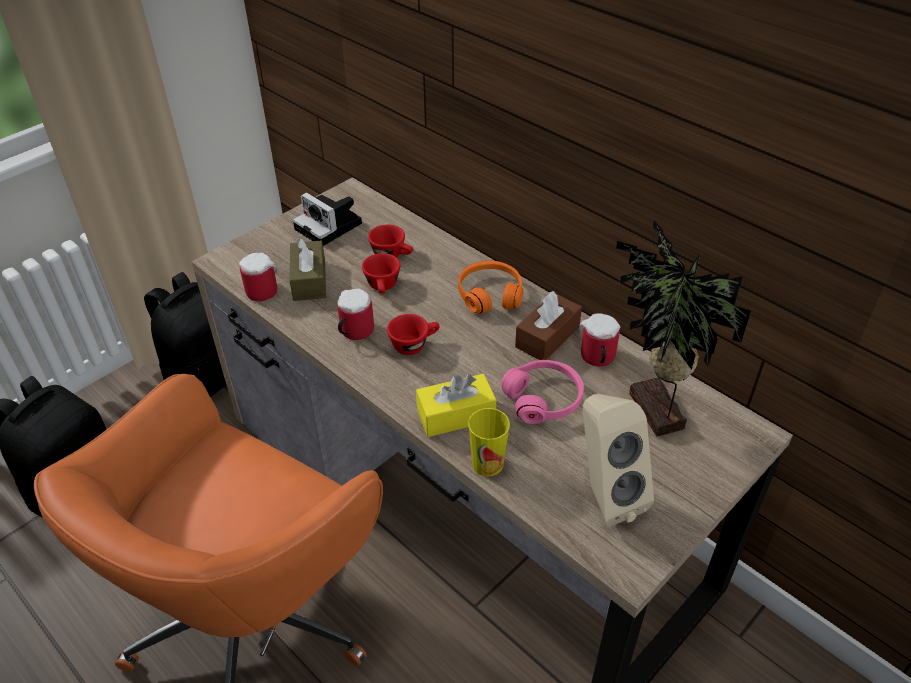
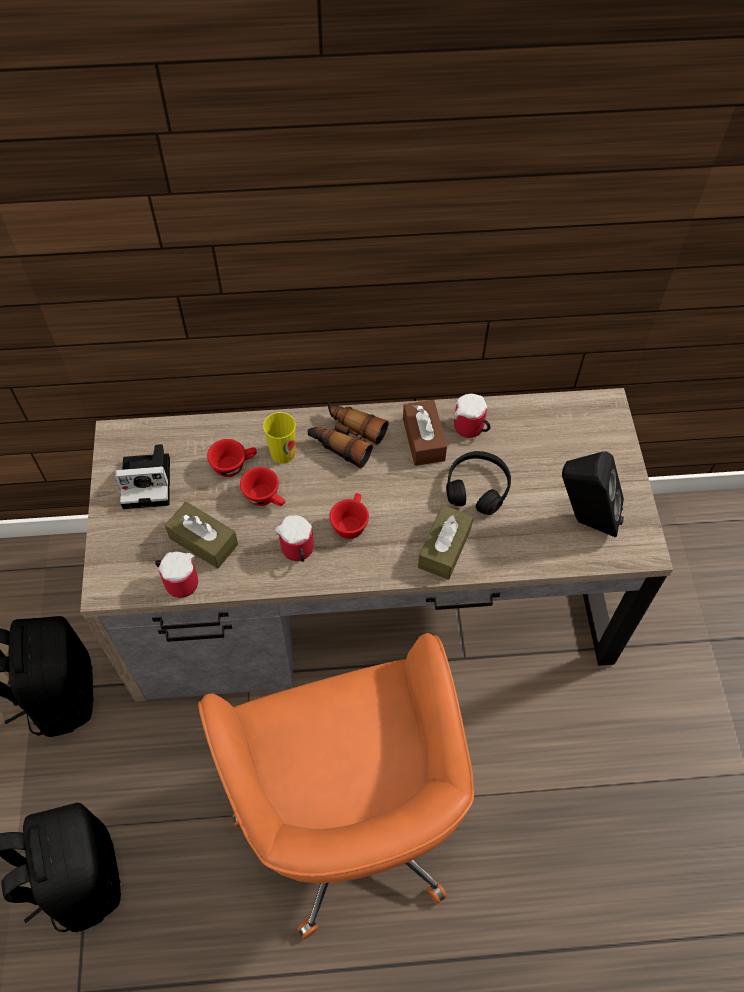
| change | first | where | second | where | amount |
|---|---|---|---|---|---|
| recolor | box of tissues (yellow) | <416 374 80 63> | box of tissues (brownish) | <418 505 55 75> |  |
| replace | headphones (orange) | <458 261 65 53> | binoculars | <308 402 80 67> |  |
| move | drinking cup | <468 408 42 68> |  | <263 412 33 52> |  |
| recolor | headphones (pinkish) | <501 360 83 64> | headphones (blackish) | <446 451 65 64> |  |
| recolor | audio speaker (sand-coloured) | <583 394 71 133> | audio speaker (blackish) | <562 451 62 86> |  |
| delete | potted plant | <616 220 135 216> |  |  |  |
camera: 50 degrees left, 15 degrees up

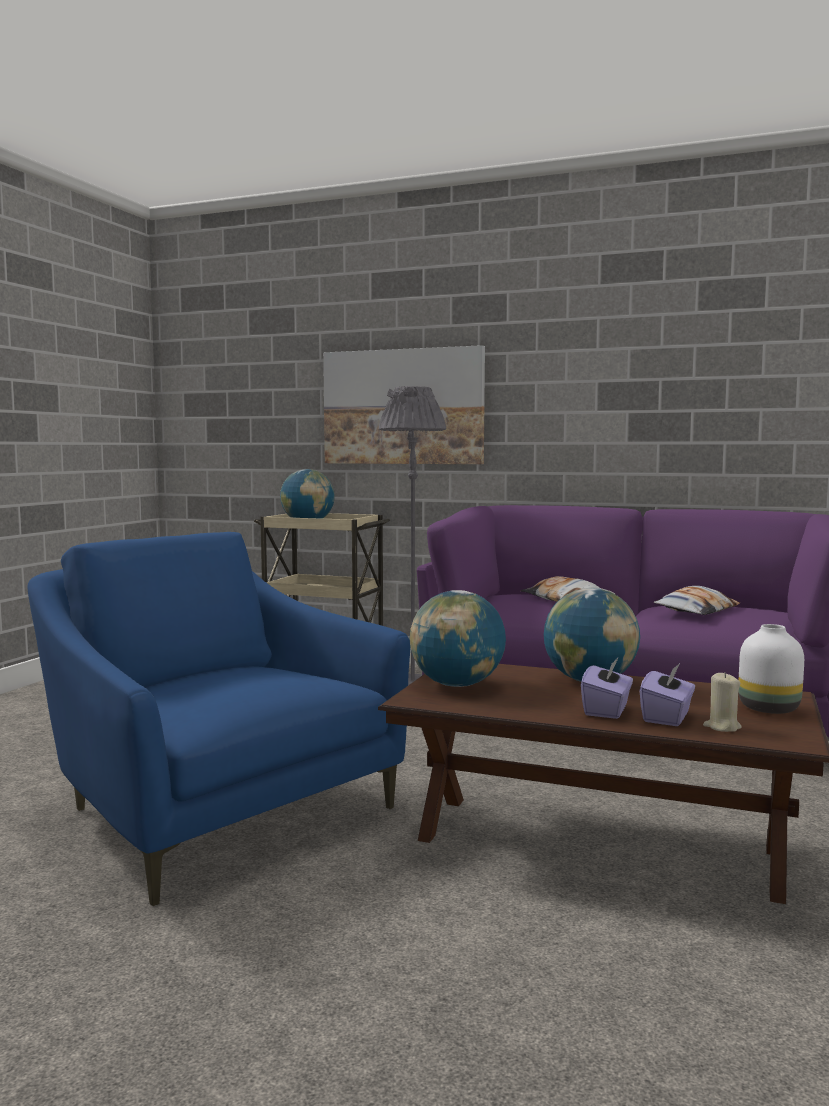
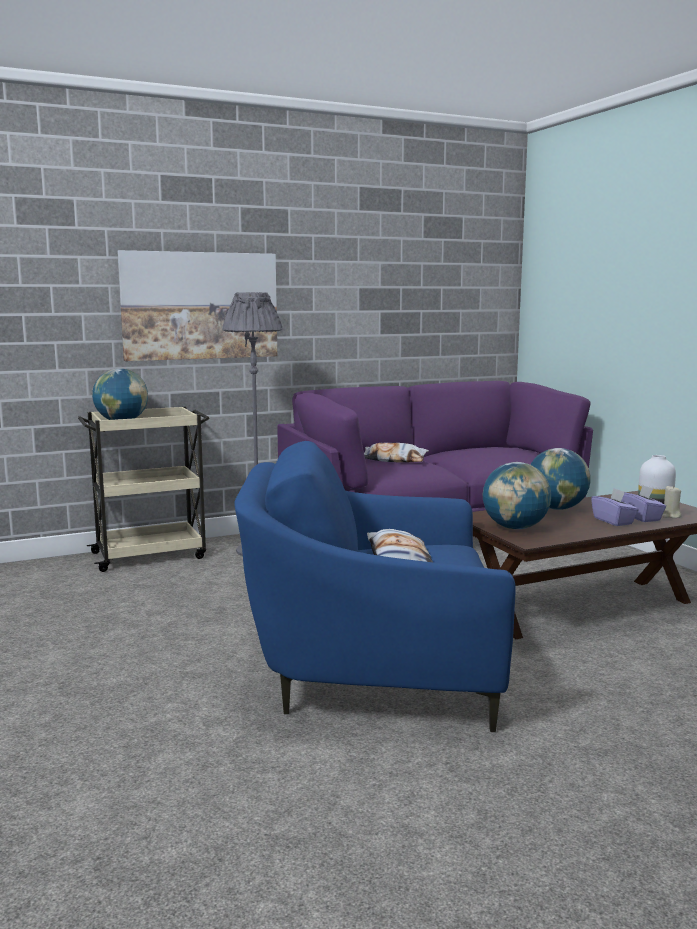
| change | first | where | second | where | amount |
|---|---|---|---|---|---|
| move | throw pillow | <654 586 86 29> |  | <367 529 66 33> |  |
camera: 45 degrees left, 5 degrees up

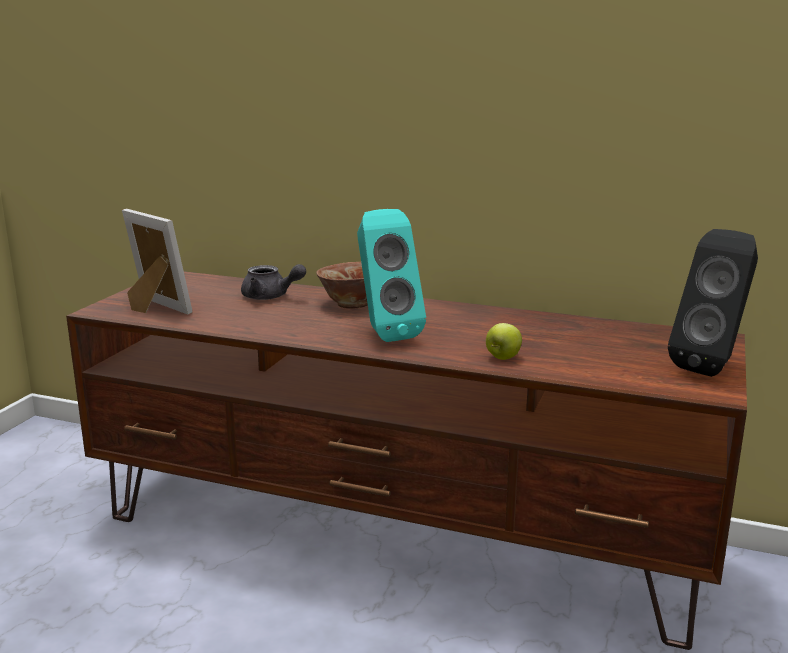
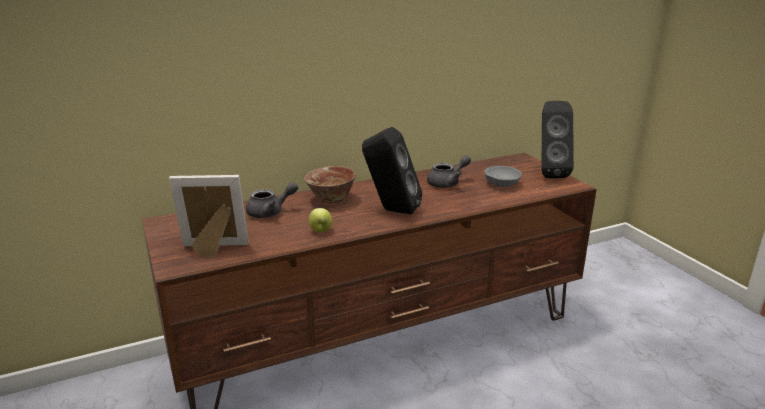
| change | first | where | second | where | amount |
|---|---|---|---|---|---|
| recolor | audio speaker (blue-green) | <357 209 69 133> | audio speaker (blackish) | <362 127 60 88> |  |
| move | whole apple | <486 323 36 37> |  | <309 208 23 25> |  |
| insert |  |  | teapot (grey) | <427 155 44 33> |  |
| insert |  |  | bowl (grey) | <484 166 38 21> |  |
camera: 45 degrees left, 5 degrees up

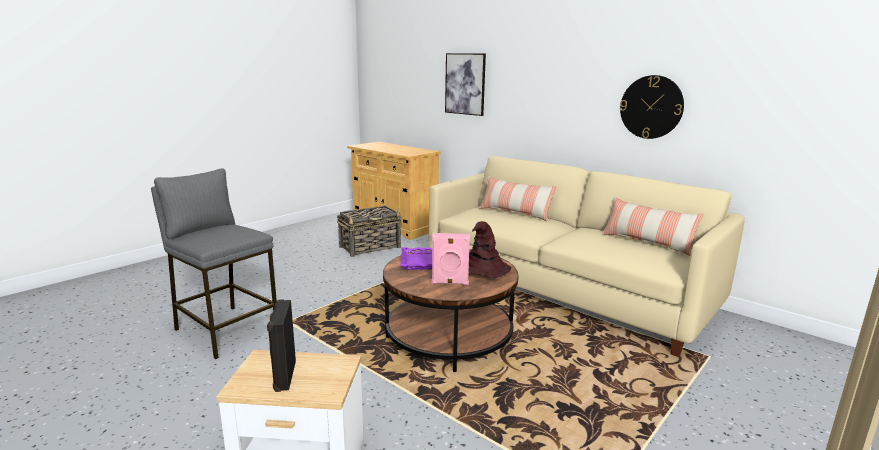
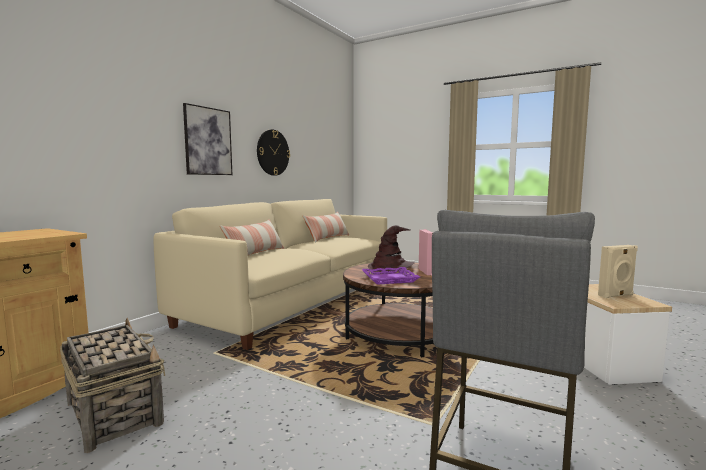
| change | first | where | second | where | amount |
|---|---|---|---|---|---|
| recolor | audio speaker (blackish) | <267 299 29 93> | audio speaker (sand-coloured) | <598 245 40 53> |  |
| move | wall art | <445 53 41 63> |  | <183 103 49 72> |  |
camera: 100 degrees left, 10 degrees down

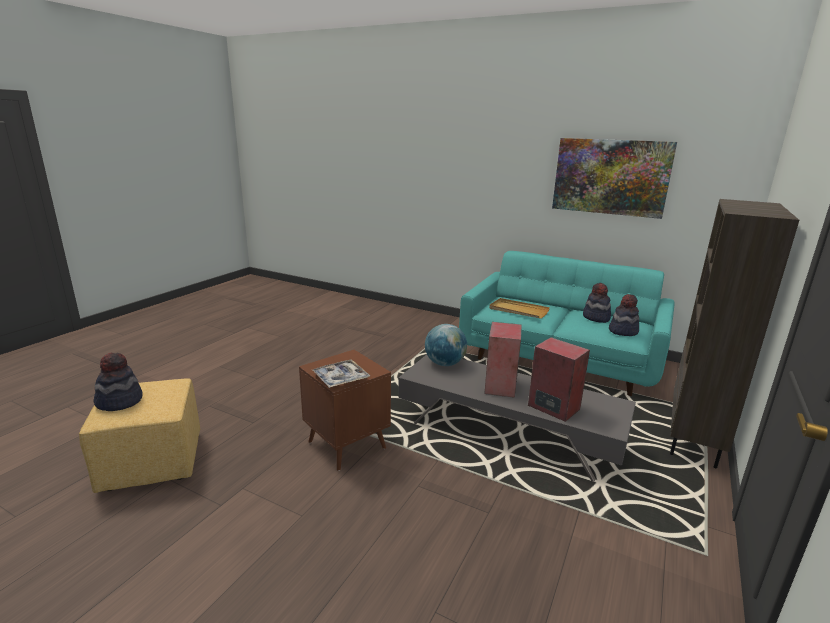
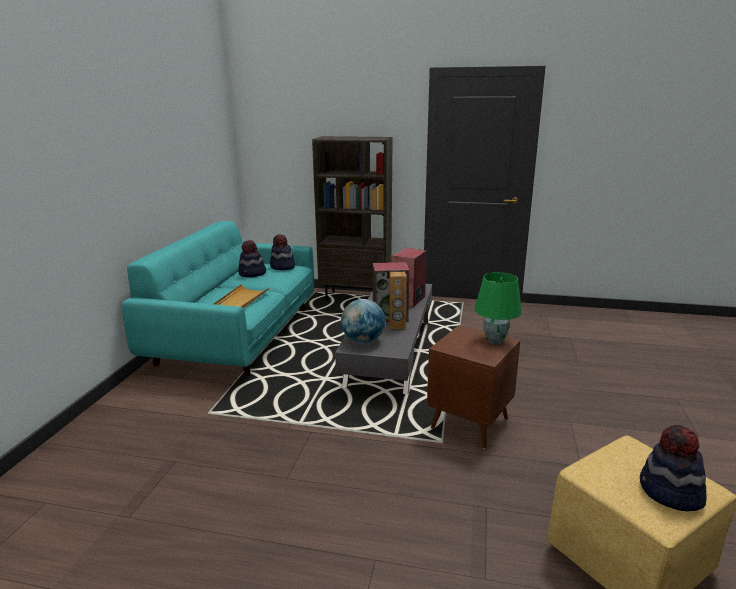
| change | first | where | second | where | amount |
|---|---|---|---|---|---|
| replace | tray | <313 359 57 29> | lamp for a table (green) | <474 272 48 73> |  |
| delete | wall art | <552 138 125 81> |  |  |  |
| insert |  |  | audio speaker (brownish) | <389 272 17 57> |  |
camera: 105 degrees left, 0 degrees up

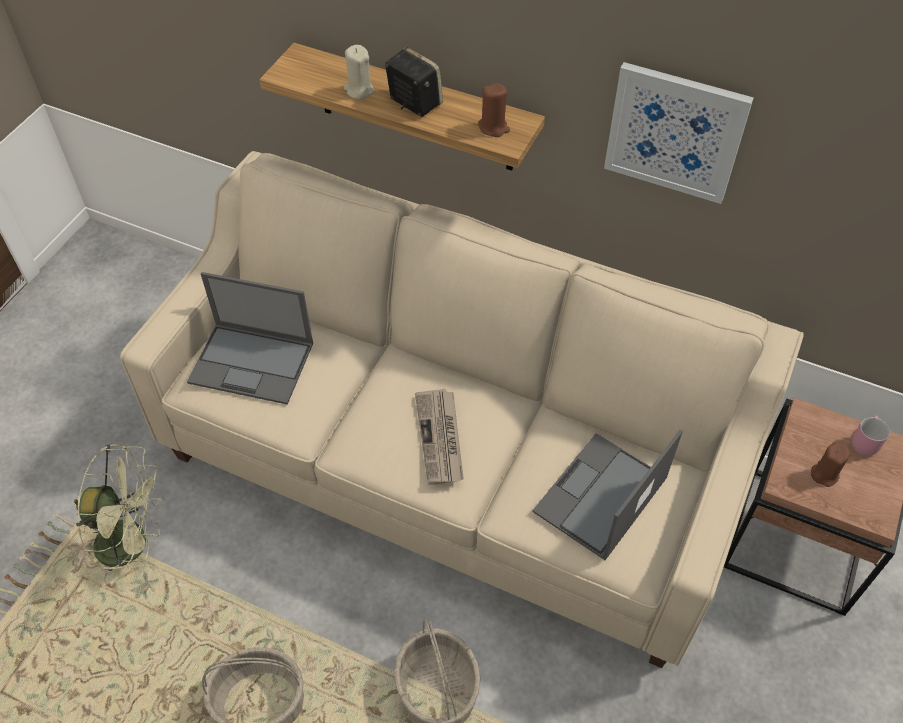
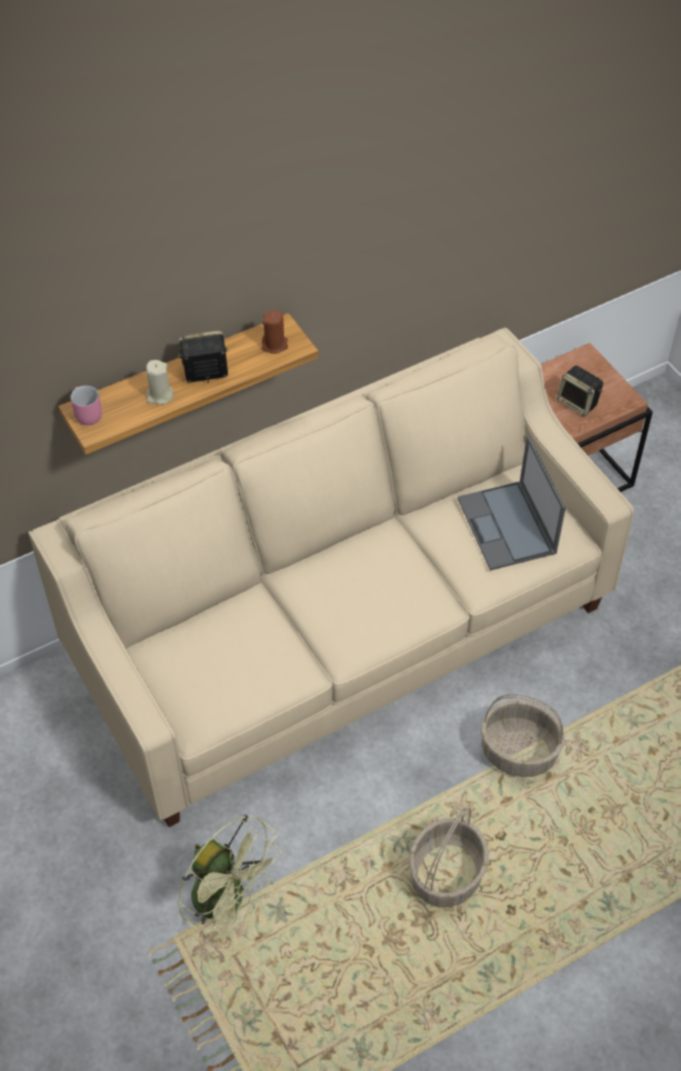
| change | first | where | second | where | amount |
|---|---|---|---|---|---|
| rotate | cooling fan (green) | <74 444 91 127> |  | <178 815 104 118> | 90 degrees clockwise |
| delete | portable computer | <187 272 126 133> |  |  |  |
| delete | printed paper | <415 389 49 96> |  |  |  |
| delete | wall art | <604 62 150 142> |  |  |  |
| replace | candle (brownish) | <811 442 39 45> | audio speaker | <557 366 46 51> |  |
| move | coffee mug (pinkish) | <852 416 38 40> |  | <71 386 31 39> |  |
camera: 55 degrees left, 0 degrees up

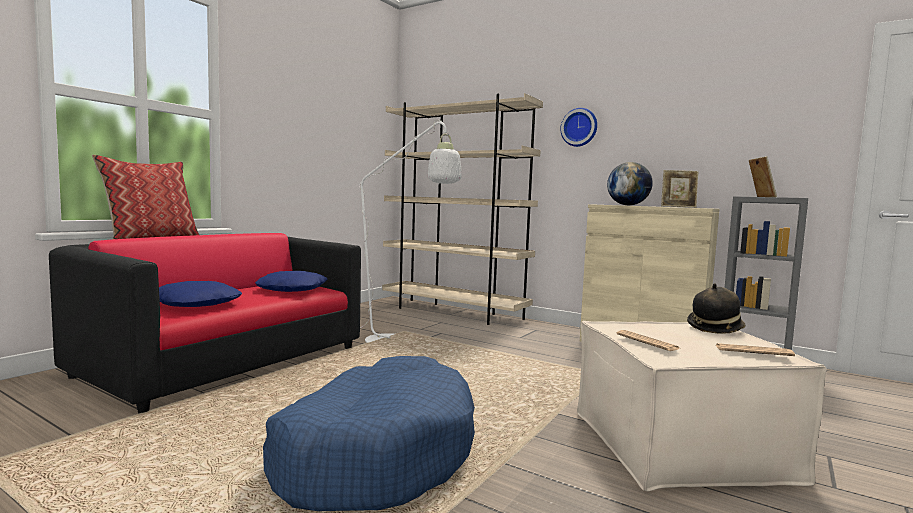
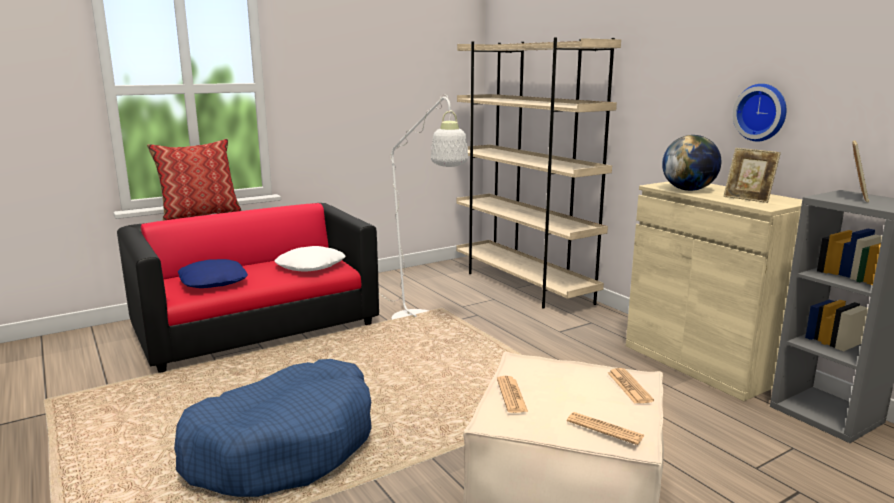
| change | first | where | second | where | amount |
|---|---|---|---|---|---|
| recolor | throw pillow (blue-coloured) | <255 271 73 21> | throw pillow (white) | <274 246 72 26> |  |
| move | clock on the wall | <560 108 37 39> |  | <733 84 53 57> |  |
| replace | clothing hat | <687 283 59 51> | printed paper | <608 368 46 36> |  |
camera: 25 degrees right, 10 degrees up

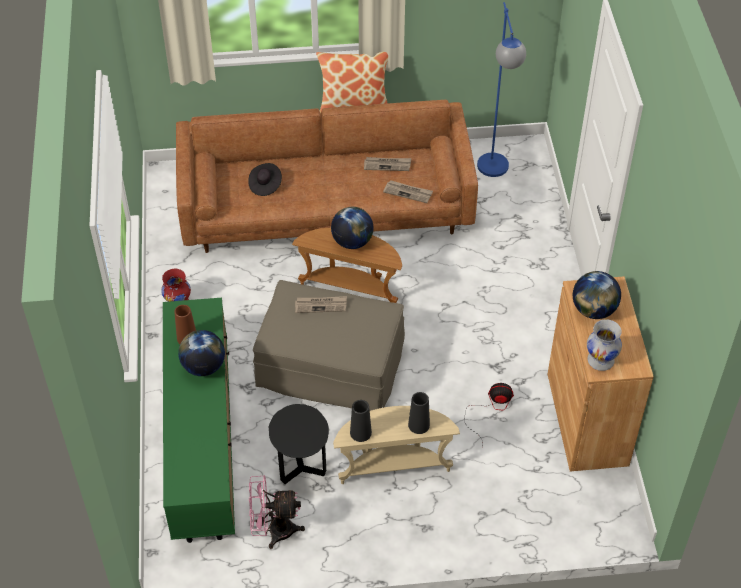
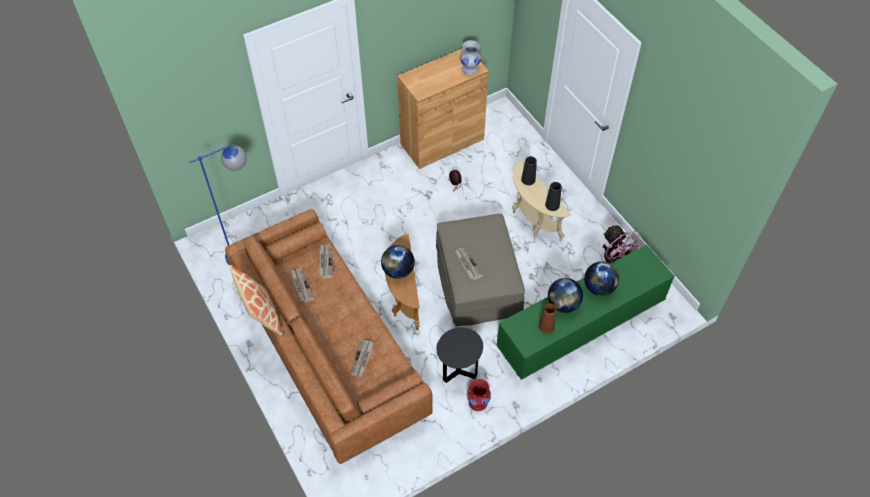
| change | first | where | second | where | amount |
|---|---|---|---|---|---|
| replace | clothing hat (blackish) | <248 163 34 33> | printed paper | <350 339 24 38> |  |
| move | accent table (blackish) | <269 404 60 80> |  | <436 327 47 56> |  |
| move | world globe | <573 271 48 48> |  | <584 261 35 35> |  |
camera: 115 degrees left, 5 degrees up

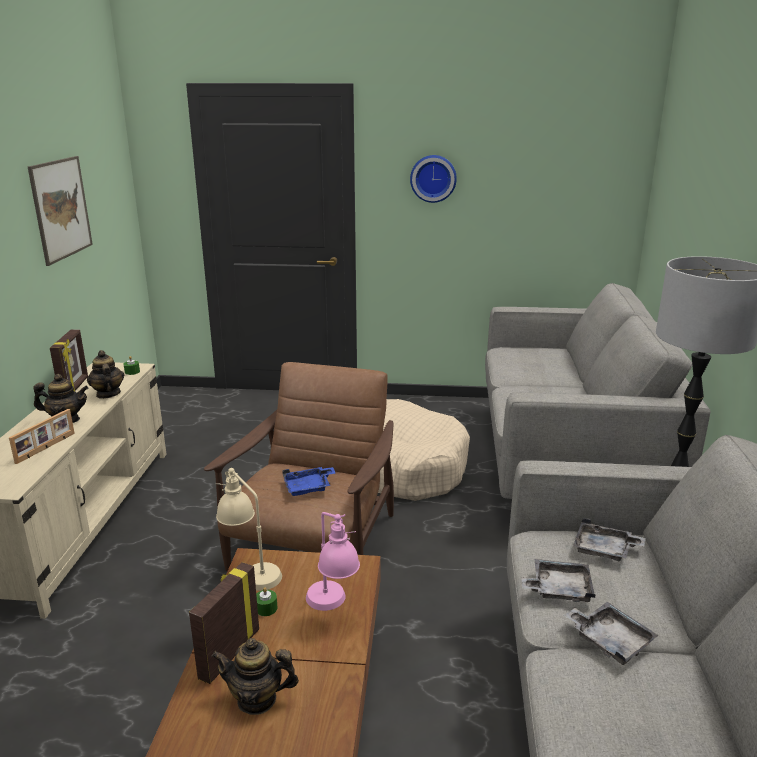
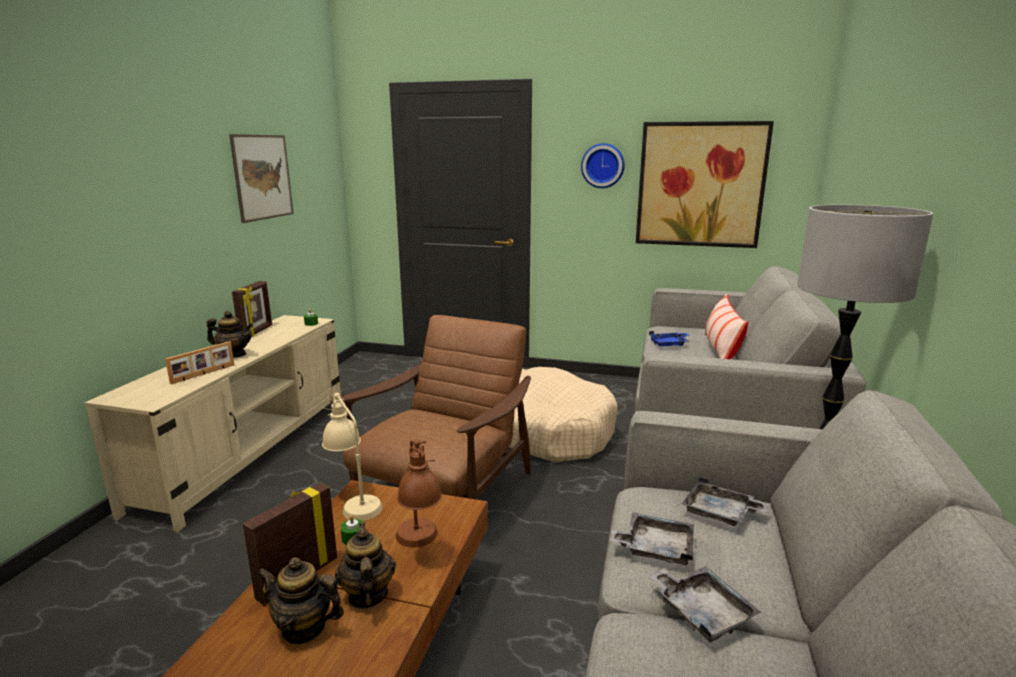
| change | first | where | second | where | amount |
|---|---|---|---|---|---|
| move | teapot | <87 350 37 49> |  | <335 523 61 86> |  |
| move | tray (blue-coloured) | <282 467 54 29> |  | <649 331 40 16> |  |
| recolor | lamp for a table (pinkish) | <306 512 54 99> | lamp for a table (brownish) | <396 439 46 108> |  |
| insert |  |  | wall art | <636 121 138 127> |  |
| insert |  |  | throw pillow | <705 294 43 65> |  |
camera: 10 degrees right, 5 degrees down

